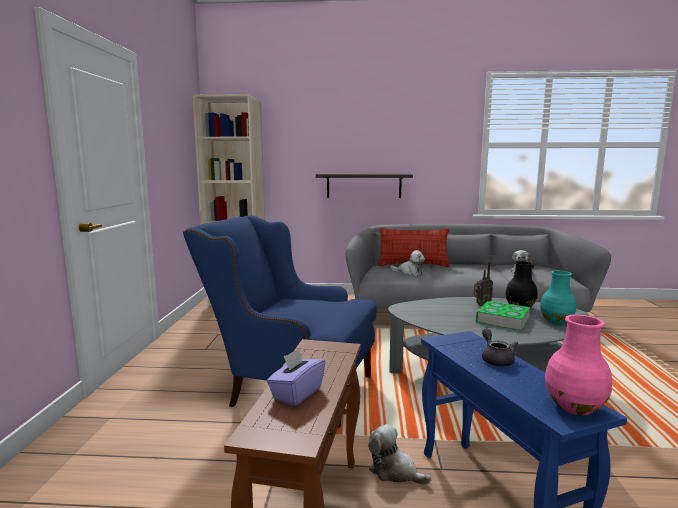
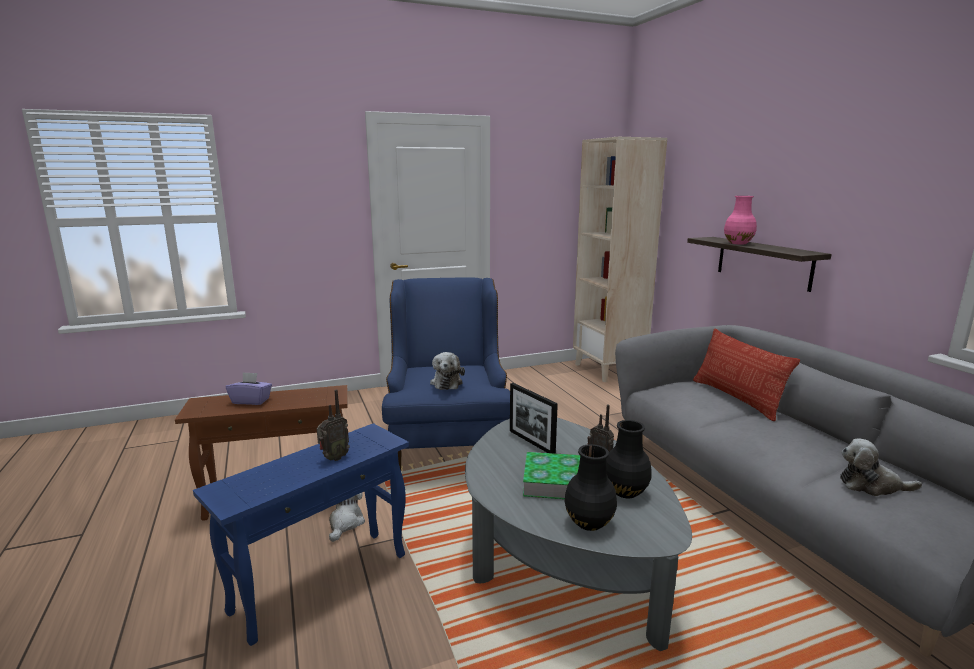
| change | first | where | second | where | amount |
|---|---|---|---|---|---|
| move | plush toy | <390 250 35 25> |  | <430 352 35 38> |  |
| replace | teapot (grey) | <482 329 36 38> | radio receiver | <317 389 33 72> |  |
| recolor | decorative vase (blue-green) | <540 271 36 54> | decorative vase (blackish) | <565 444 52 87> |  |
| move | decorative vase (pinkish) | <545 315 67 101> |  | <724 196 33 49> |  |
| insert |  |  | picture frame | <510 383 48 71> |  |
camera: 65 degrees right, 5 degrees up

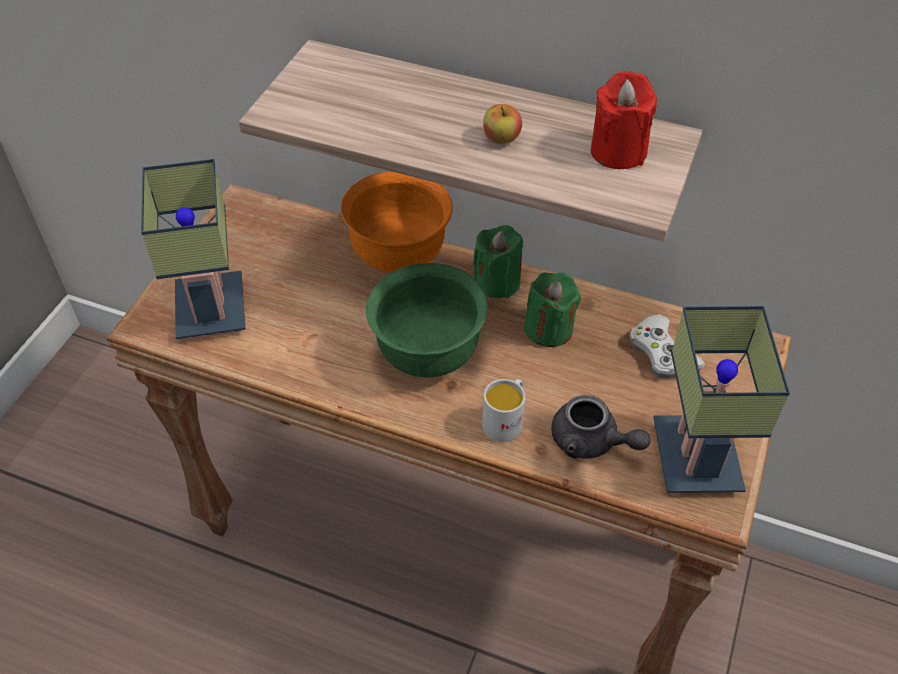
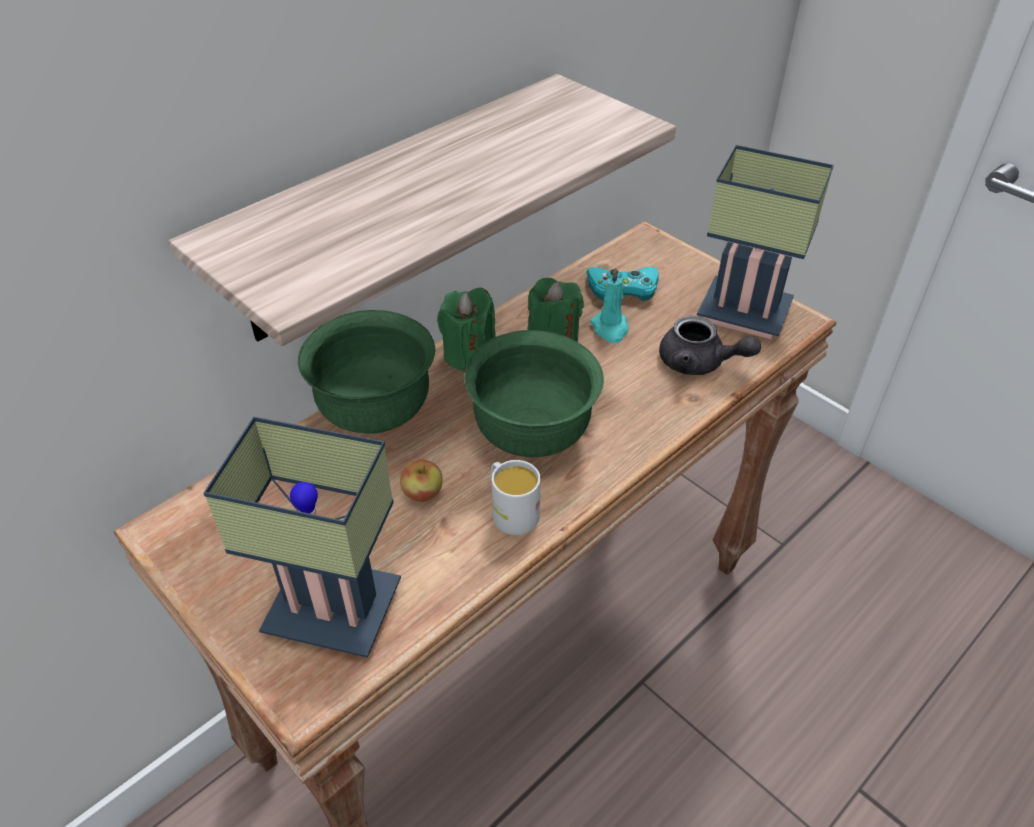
| change | first | where | second | where | amount |
|---|---|---|---|---|---|
| recolor | bowl (orange) | <341 171 112 101> | bowl (green) | <298 310 137 124> |  |
| move | coffee mug (white) | <482 379 43 63> |  | <491 460 50 75> |  |
| move | whole apple | <483 104 39 40> |  | <400 460 43 42> |  |
| rotate | teapot (grey) | <551 395 100 64> |  | <659 316 102 59> | 60 degrees clockwise |
| delete | candle (red-coloured) | <591 71 66 98> |  |  |  |
| recolor | joypad (white) | <629 314 76 65> | joypad (blue-green) | <587 267 72 34> |  |
| insert |  |  | candle (blue-green) | <590 268 39 75> |  |
camera: 65 degrees left, 5 degrees down

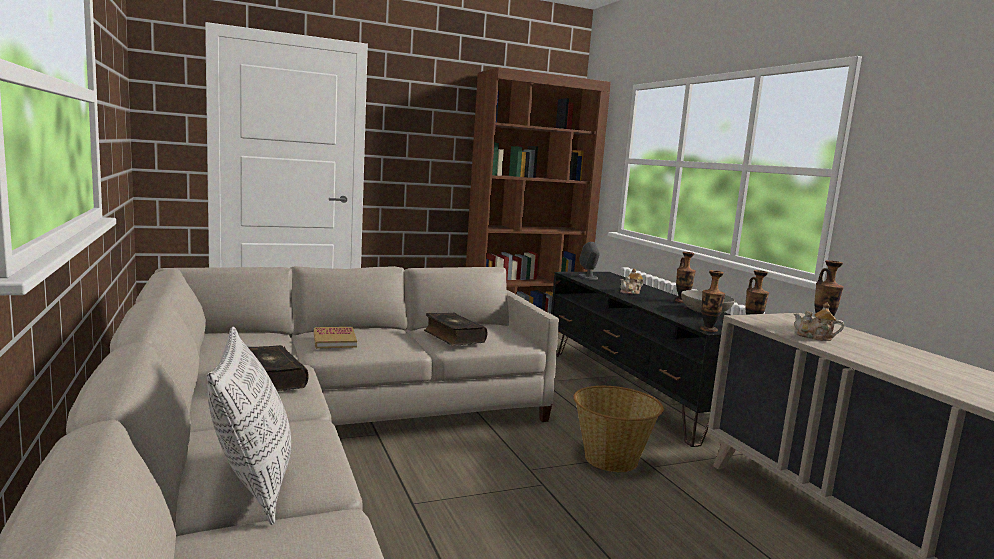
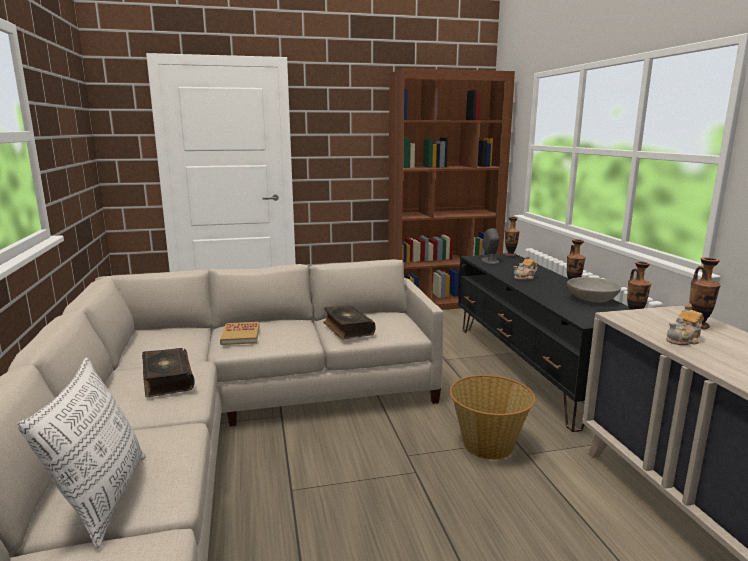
| change | first | where | second | where | amount |
|---|---|---|---|---|---|
| move | decorative vase | <700 270 25 62> |  | <505 217 15 39> |  |
| rotate | teapot | <793 302 51 39> |  | <666 303 38 42> | 60 degrees counterclockwise |
camera: 10 degrees right, 5 degrees up

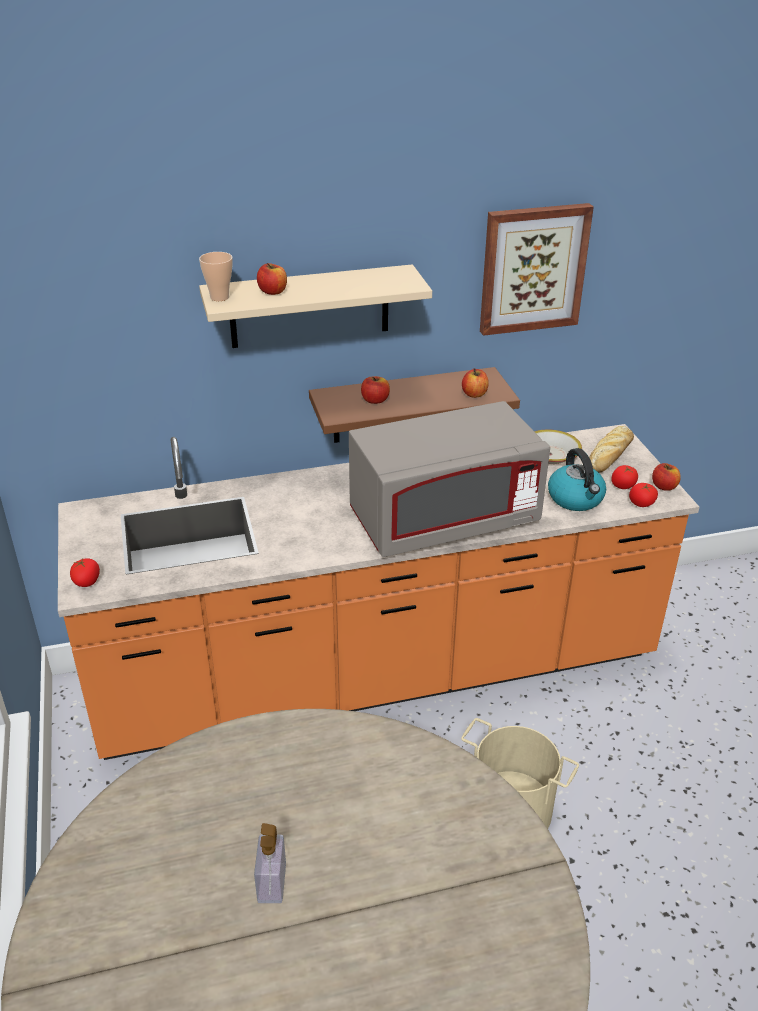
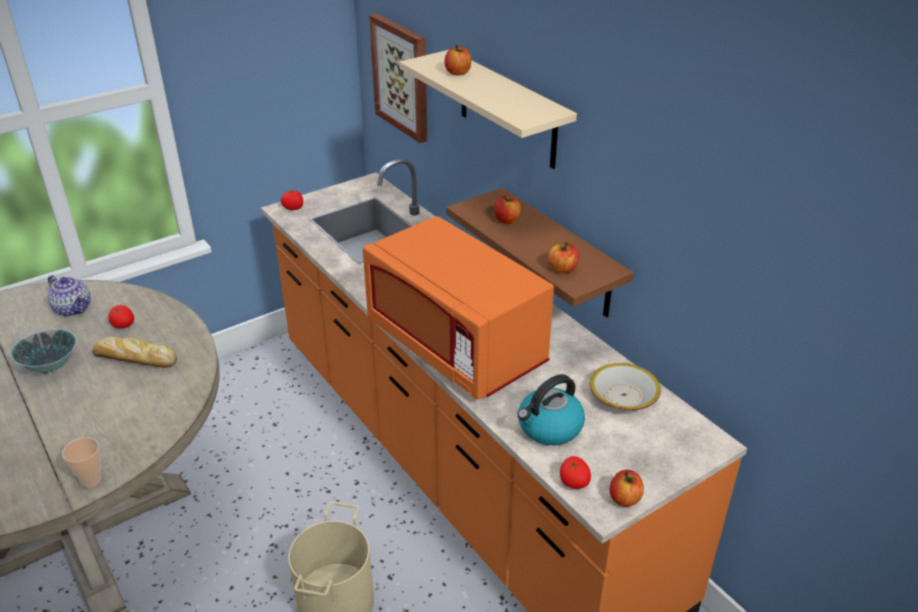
| change | first | where | second | where | amount |
|---|---|---|---|---|---|
| move | drinking cup | <199 252 34 49> |  | <62 437 40 51> |  |
| replace | soap dispenser | <254 823 32 80> | bowl | <10 328 67 46> |  |
| recolor | kitchen microwave (grey) | <349 401 201 156> | kitchen microwave (orange) | <363 216 191 184> |  |
| move | wall art | <480 203 114 133> |  | <369 14 58 129> |  |
| move | bread | <589 426 45 47> |  | <92 336 85 31> |  |
| move | tomato | <611 465 27 24> |  | <108 305 26 23> |  |
| insert |  |  | teapot | <47 275 44 42> |  |
camera: 70 degrees right, 0 degrees up

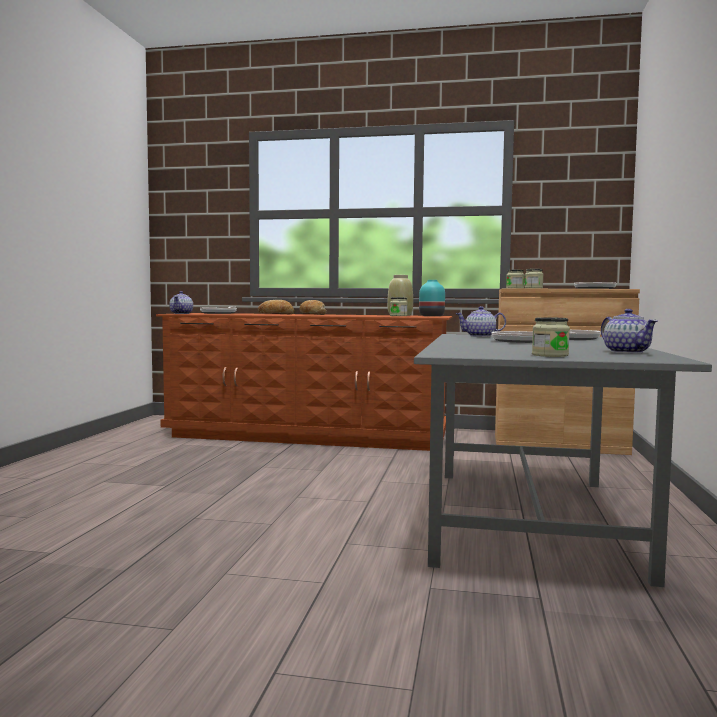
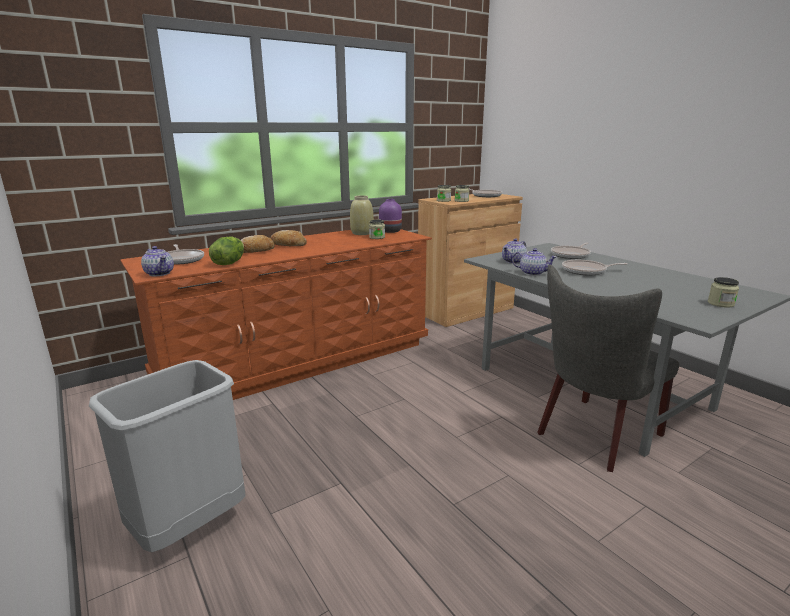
| change | first | where | second | where | amount |
|---|---|---|---|---|---|
| recolor | decorative vase (blue-green) | <419 280 26 36> | decorative vase (purple) | <379 199 23 34> |  |
| move | teapot | <601 309 57 45> |  | <512 248 45 28> |  |
| insert |  |  | trash can (grey) | <89 360 157 192> |  |
| insert |  |  | lettuce head | <209 237 35 28> |  |
| insert |  |  | plain chair (grey) | <537 265 142 207> |  |
camera: 45 degrees left, 15 degrees up

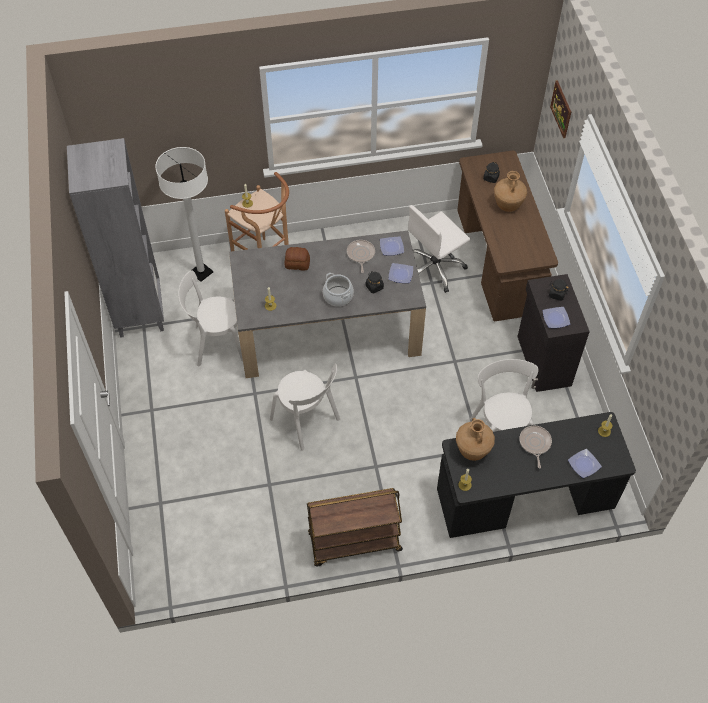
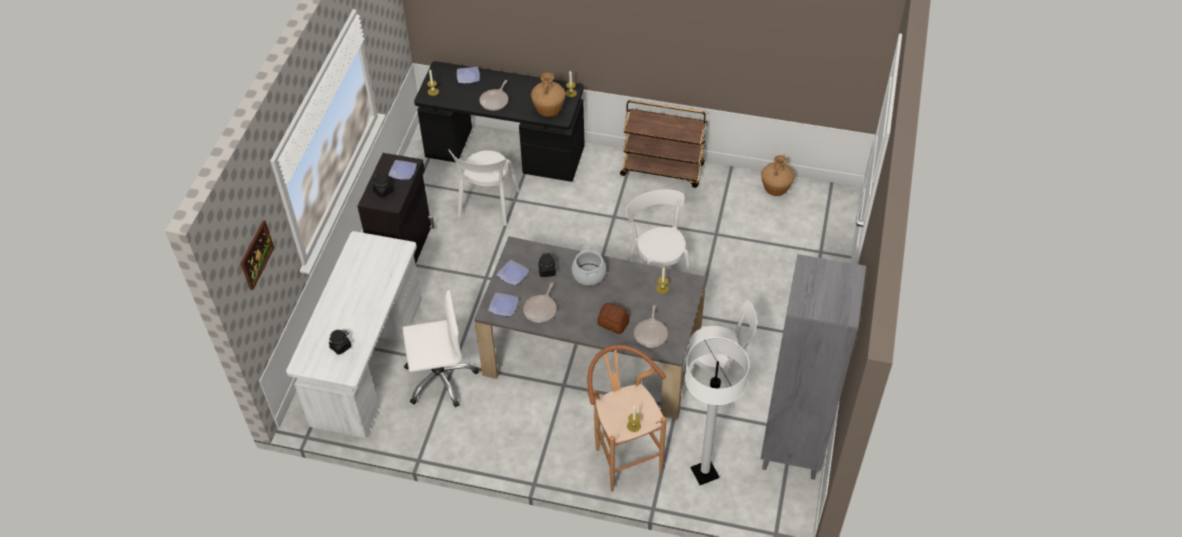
| change | first | where | second | where | amount |
|---|---|---|---|---|---|
| recolor | desk table (brownish) | <457 151 101 170> | desk table (white) | <286 231 136 207> |  |
| move | decorative vase (brownish) | <494 171 33 41> |  | <761 155 34 41> |  |
| insert |  |  | skillet | <634 305 34 43> |  |
camera: 155 degrees left, 5 degrees down

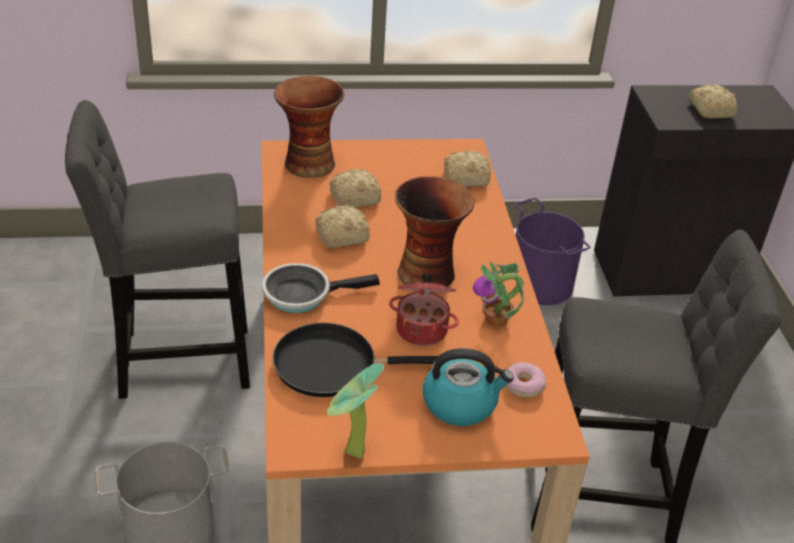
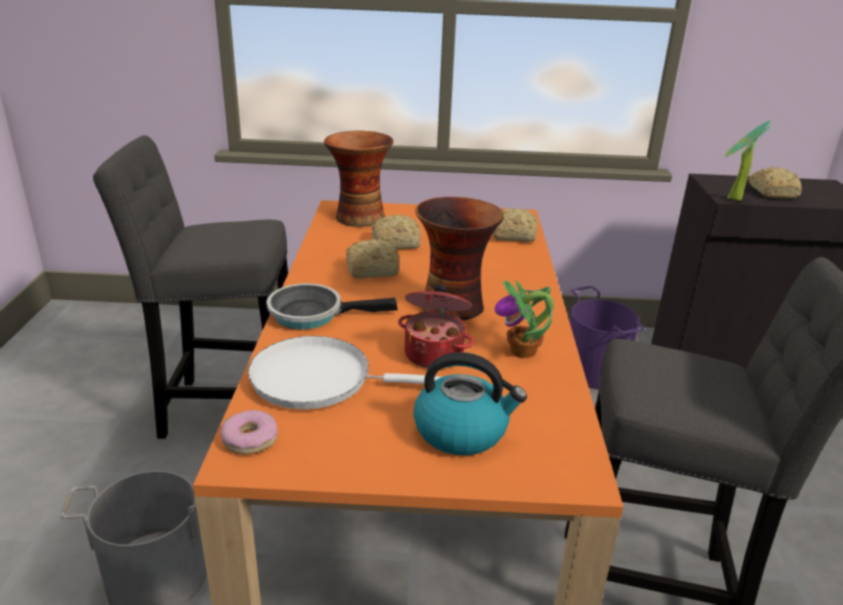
| change | first | where | second | where | amount |
|---|---|---|---|---|---|
| recolor | skillet (blackish) | <273 323 165 74> | skillet (white) | <248 336 193 73> |  |
| move | potted plant | <327 363 57 95> |  | <725 121 47 80> |  |
| move | ring doughnut | <506 362 40 36> |  | <221 410 57 44> |  |
camera: 10 degrees right, 10 degrees down

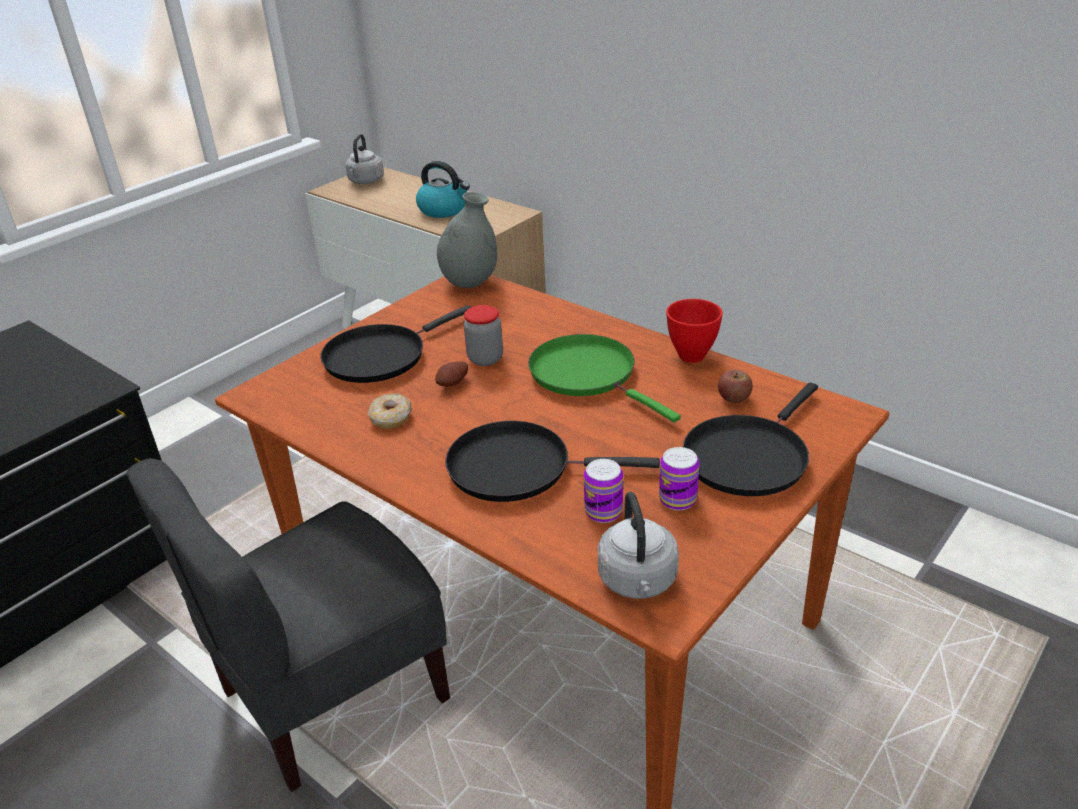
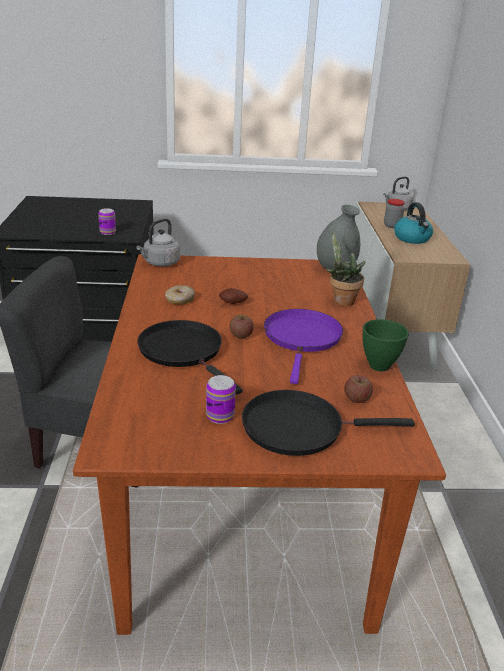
| change | first | where | second | where | amount |
|---|---|---|---|---|---|
| delete | skillet (blackish) | <320 305 151 78> |  |  |  |
| move | storage jar | <464 305 39 61> |  | <384 199 21 29> |  |
| recolor | skillet (green) | <528 334 153 88> | skillet (purple) | <264 309 79 75> |  |
| move | sealed can | <584 459 39 64> |  | <98 208 18 27> |  |
| move | tea kettle (grey) | <598 492 81 106> |  | <136 218 44 49> |  |
| recolor | bowl (red-coloured) | <666 299 57 64> | bowl (green) | <363 319 46 52> |  |
| insert |  |  | whole apple | <230 315 24 23> |  |
| insert |  |  | potted plant | <326 231 40 75> |  |
camera: 45 degrees right, 5 degrees down

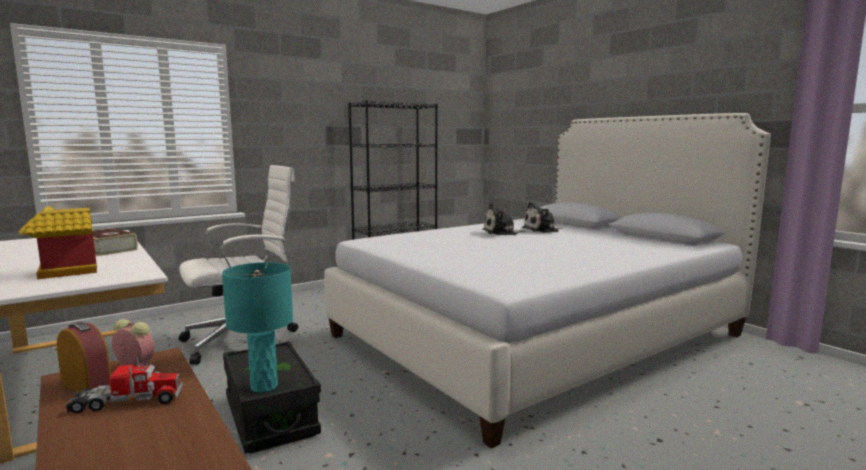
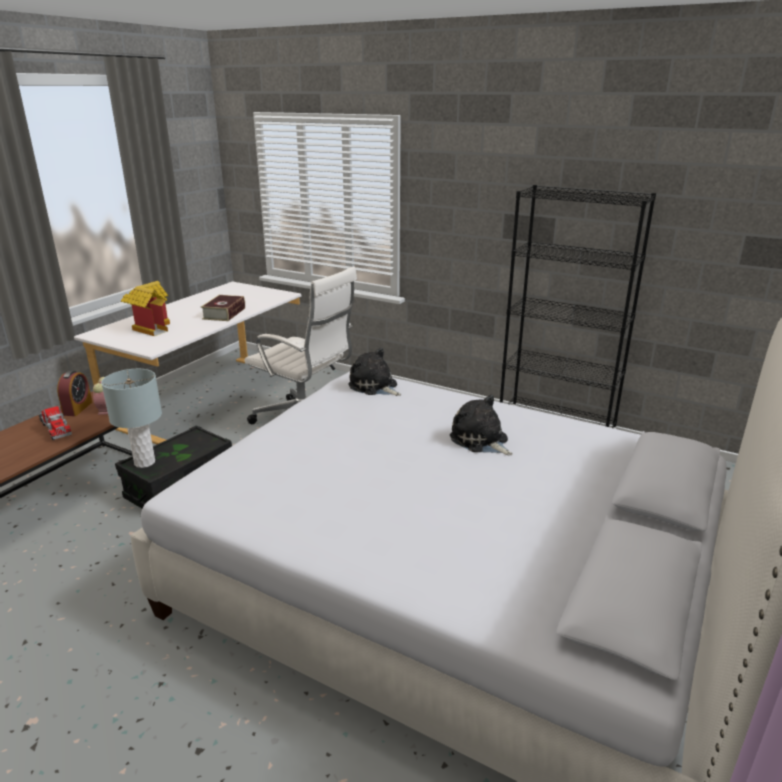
| change | first | where | second | where | amount |
|---|---|---|---|---|---|
| recolor | lamp for a table (blue-green) | <222 262 71 131> | lamp for a table (grey) | <101 369 61 99> |  |
| move | plush toy | <522 202 40 31> |  | <348 348 53 48> |  |
camera: 65 degrees right, 15 degrees up

